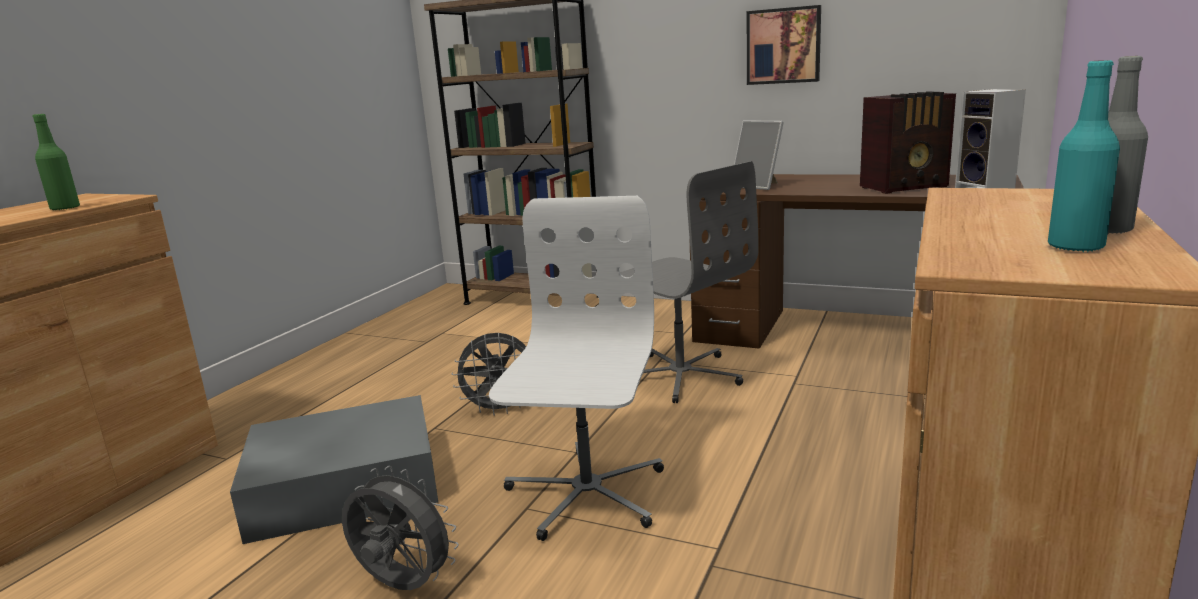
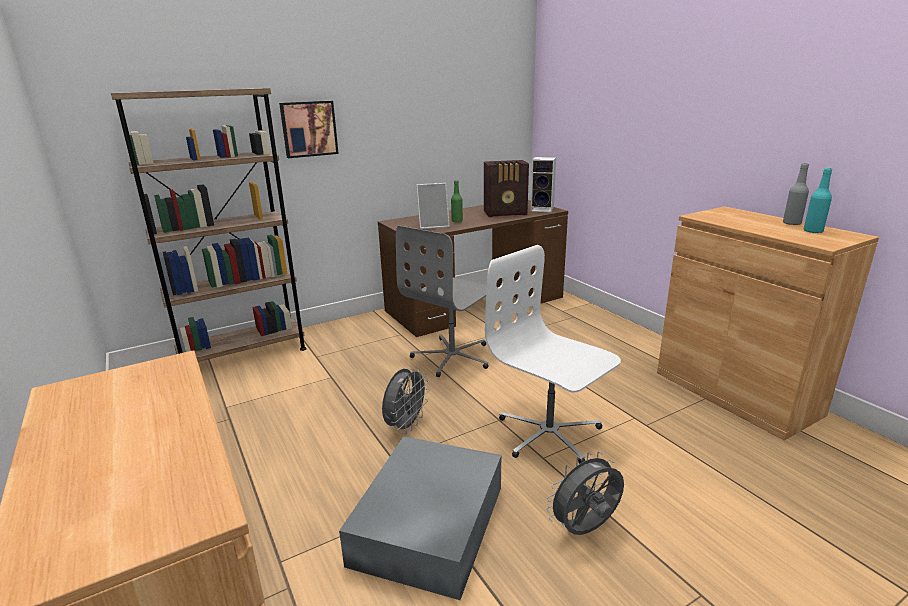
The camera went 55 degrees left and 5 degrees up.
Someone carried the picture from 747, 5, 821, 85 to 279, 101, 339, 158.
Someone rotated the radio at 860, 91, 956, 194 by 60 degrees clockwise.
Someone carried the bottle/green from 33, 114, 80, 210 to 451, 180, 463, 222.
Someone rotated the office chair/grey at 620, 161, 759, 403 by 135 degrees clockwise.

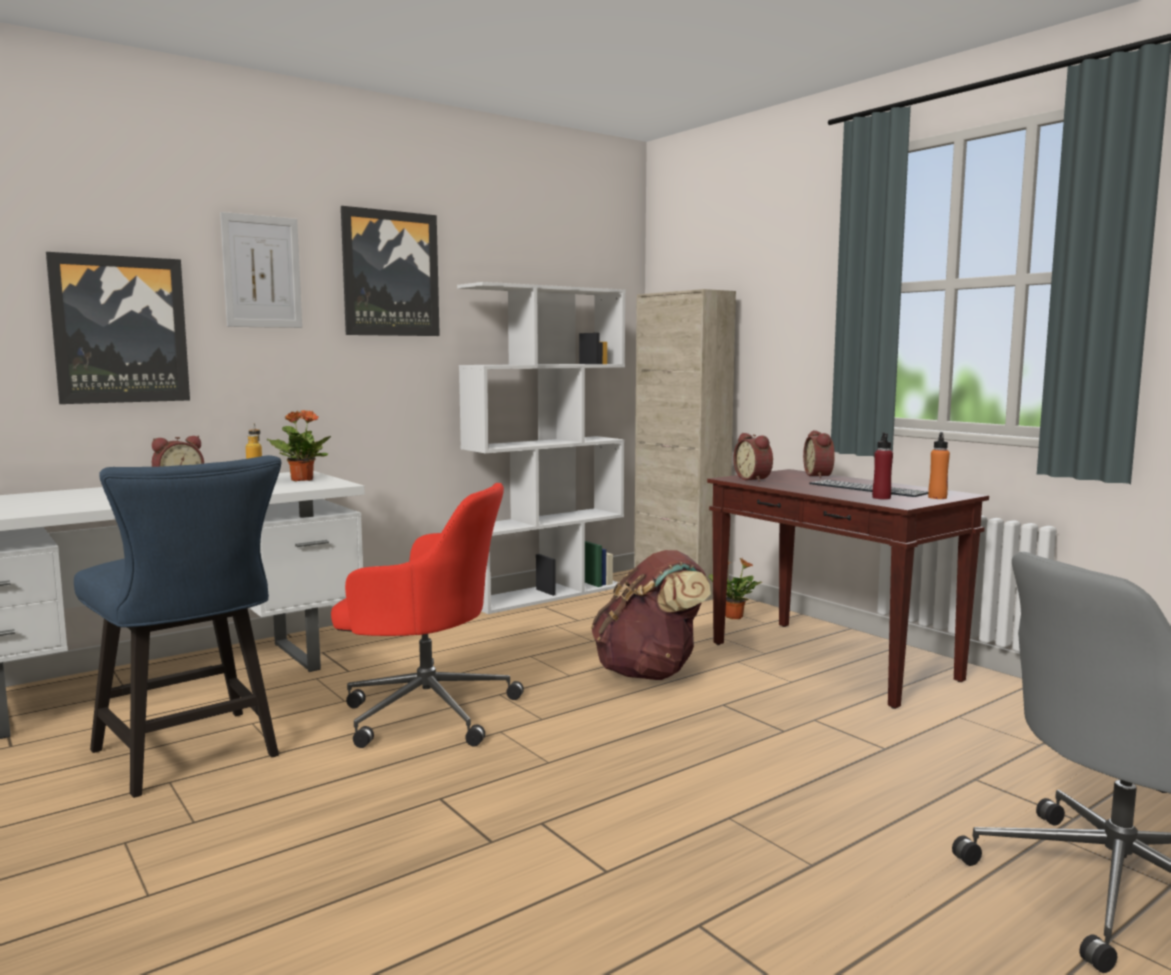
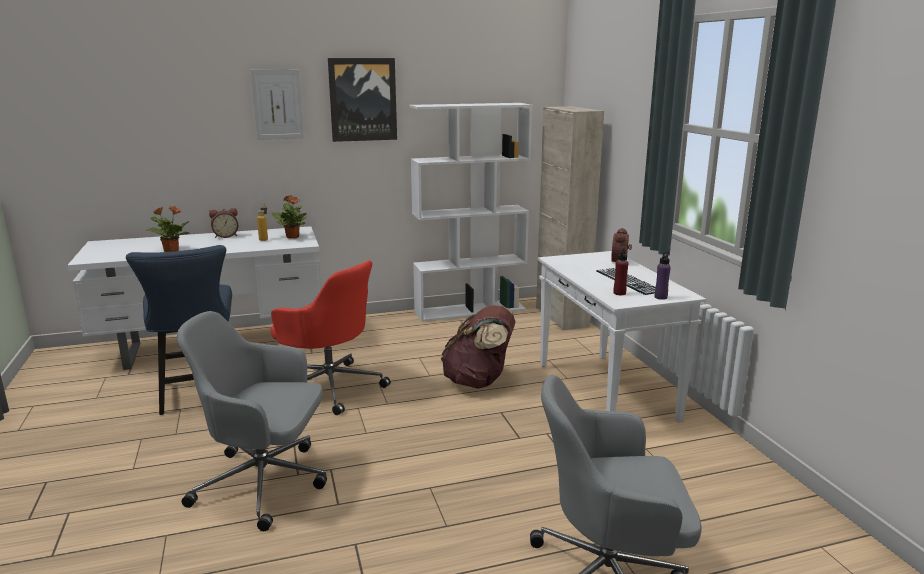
The camera went 20 degrees right and 10 degrees up.
Someone took away the picture at 46, 252, 190, 404.
Someone repainted the bottle/orange at 928, 432, 950, 499, which became the bottle/purple at 655, 251, 671, 300.
Someone took away the alarm clock at 733, 433, 773, 482.
Someone repainted the console table/brown at 707, 469, 989, 709, which became the console table/white at 538, 251, 706, 423.
Someone carried the potted plant from 708, 558, 762, 619 to 148, 206, 190, 252.
Someone put down the office chair/grey at 177, 311, 327, 531.

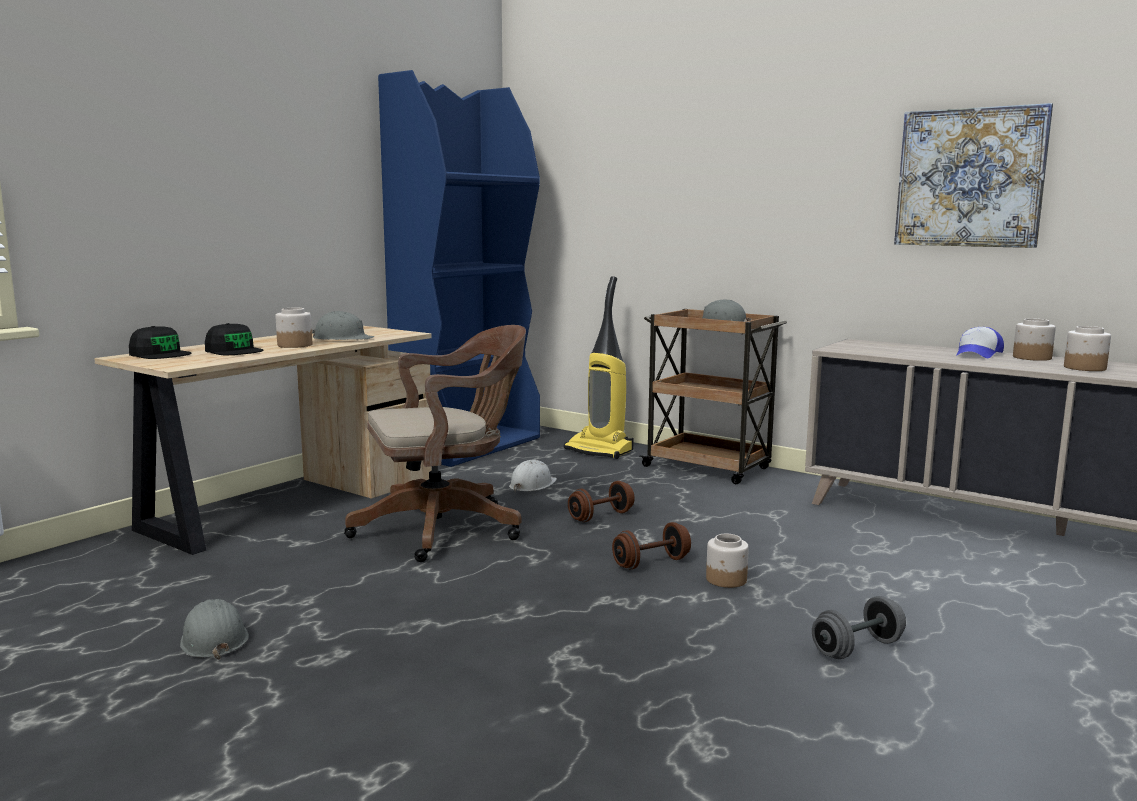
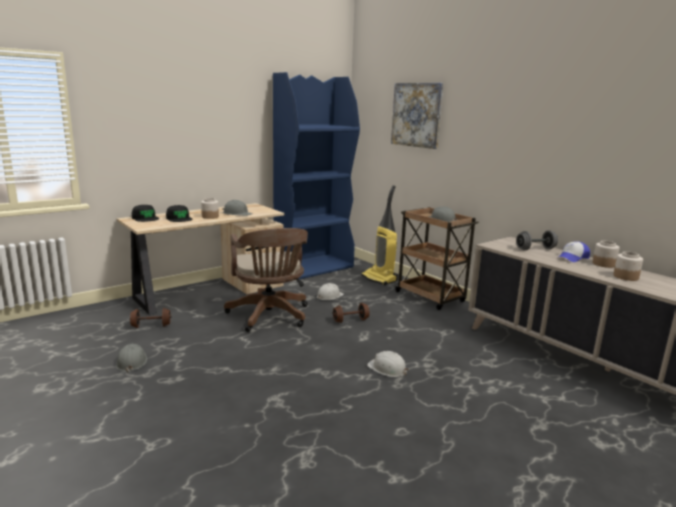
The camera went 15 degrees right and 5 degrees up.
Someone carried the picture from 894, 103, 1053, 248 to 391, 83, 443, 149.
Someone rotated the office chair/brown at 344, 325, 526, 562 by 75 degrees clockwise.
Someone carried the dumbbell/brown from 612, 522, 691, 570 to 130, 308, 172, 328.
Someone swapped the jar at 706, 534, 749, 588 for the hard hat/white at 367, 351, 409, 377.
Someone carried the dumbbell/grey from 812, 596, 906, 659 to 516, 230, 558, 250.

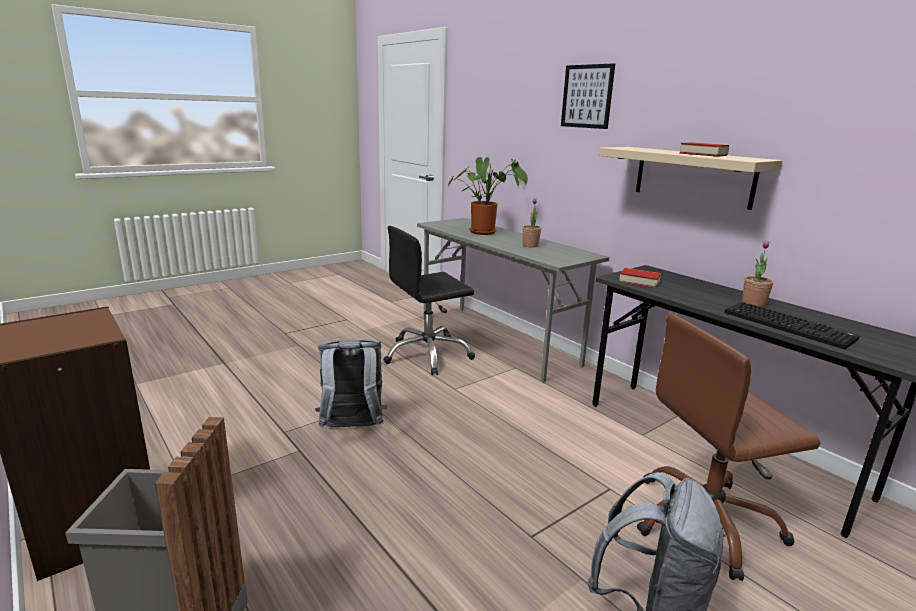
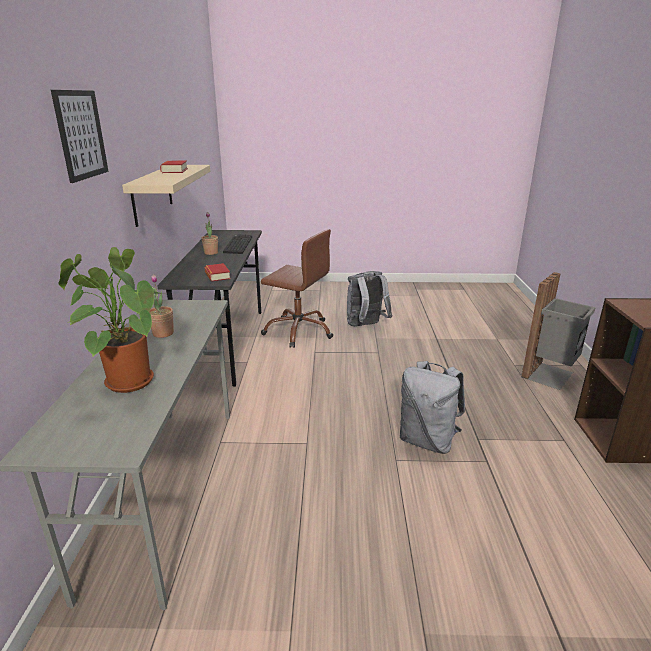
The camera went 140 degrees left and 5 degrees up.
Someone took away the office chair/black at 383, 226, 475, 375.

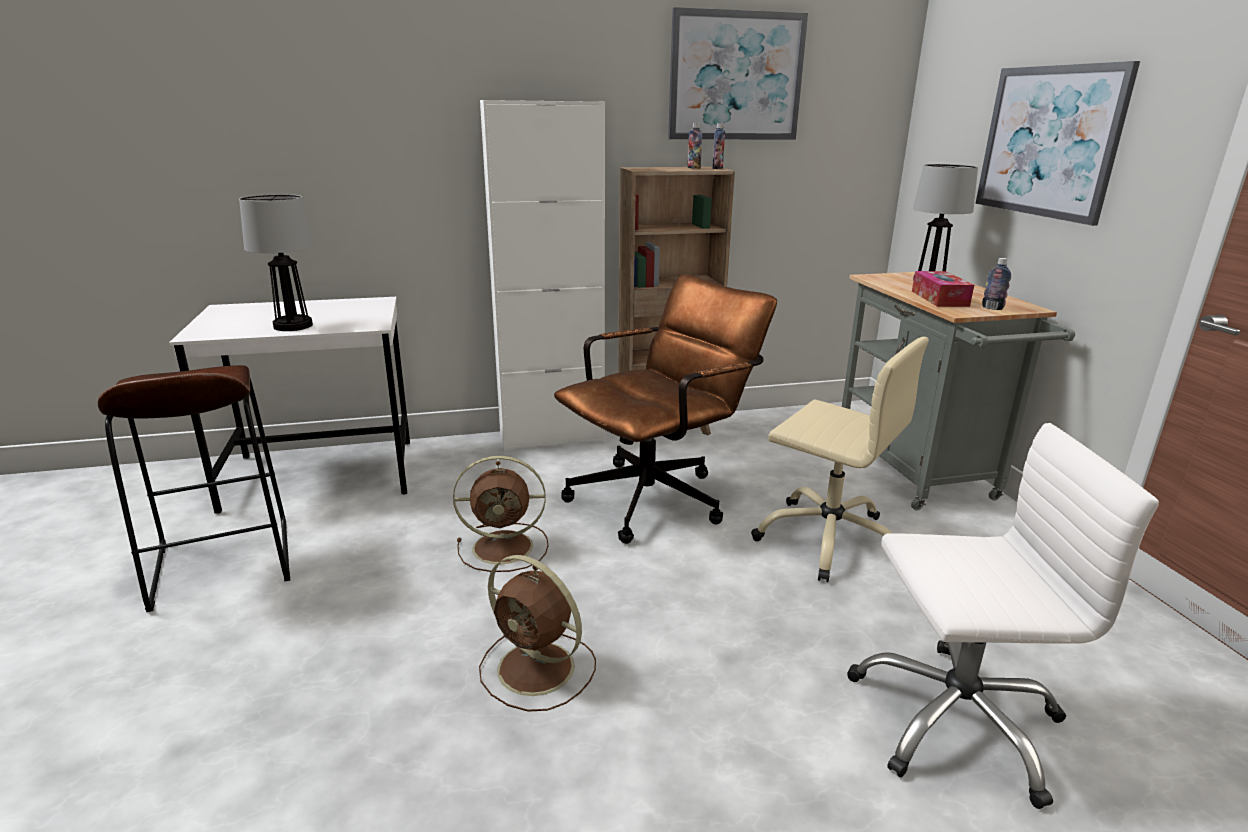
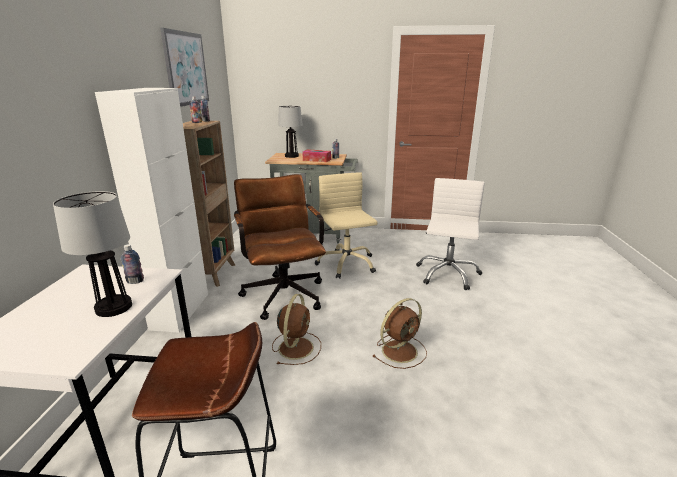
The camera went 70 degrees left and 0 degrees up.
Someone took away the picture at 975, 61, 1140, 226.
Someone rotated the office chair/beige at 751, 337, 929, 582 by 75 degrees counterclockwise.
Someone put down the bottle at 121, 244, 144, 284.

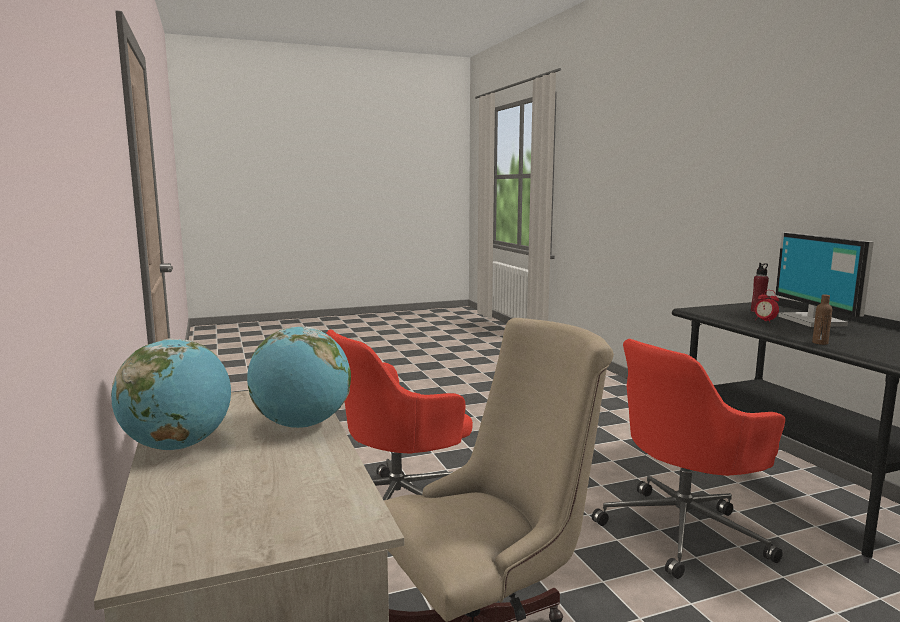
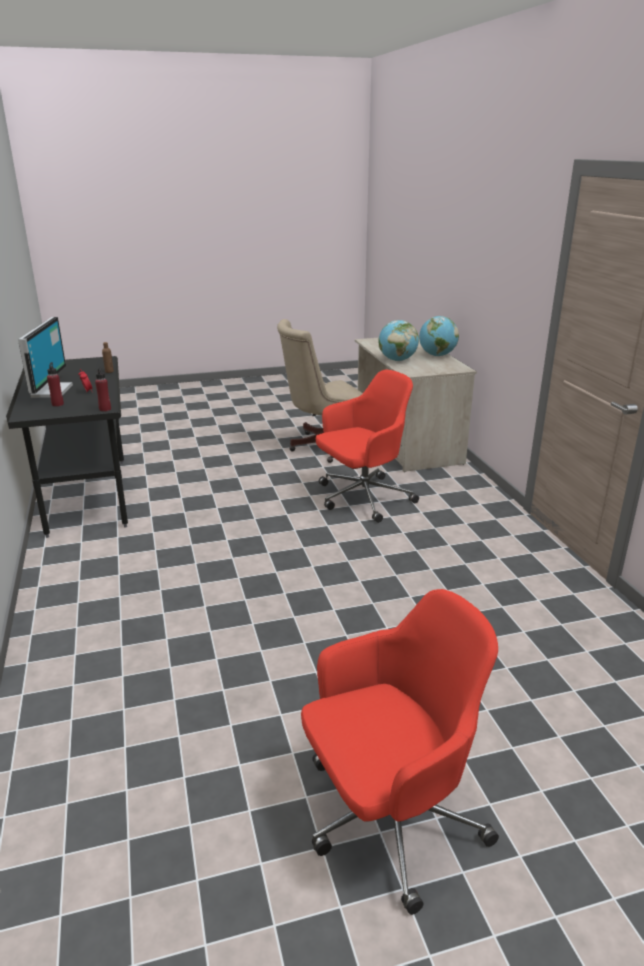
The camera went 175 degrees left and 15 degrees up.
Someone carried the office chair/red from 592, 339, 785, 579 to 301, 589, 499, 915.
Someone put down the bottle/red at 95, 367, 111, 412.

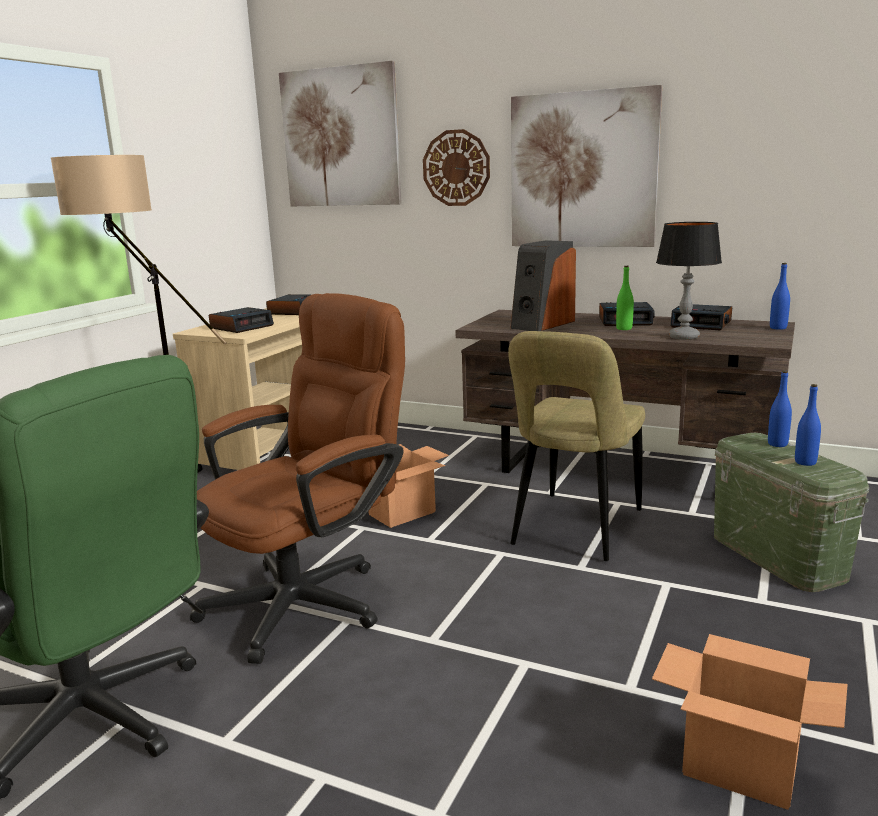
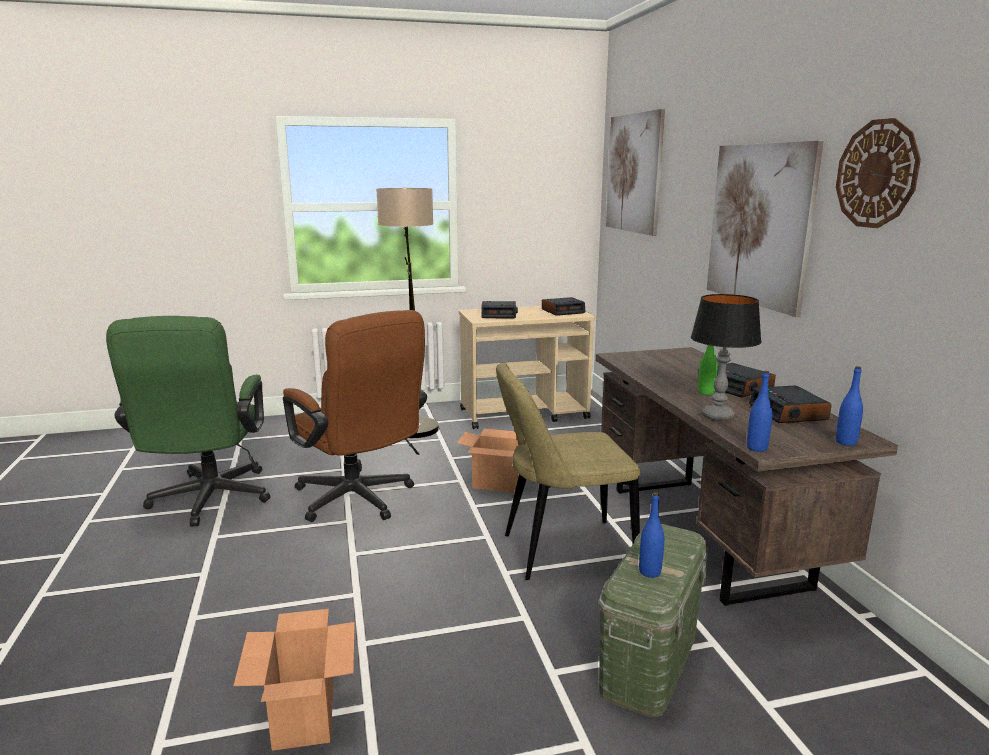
The camera went 50 degrees right and 0 degrees up.
Someone carried the wall clock from 423, 129, 490, 206 to 836, 118, 921, 228.
Someone took away the speaker at 510, 240, 576, 331.
Someone rotated the office chair/brown at 190, 293, 405, 664 by 45 degrees clockwise.
Someone carried the bottle/blue from 768, 371, 792, 447 to 747, 371, 772, 452.

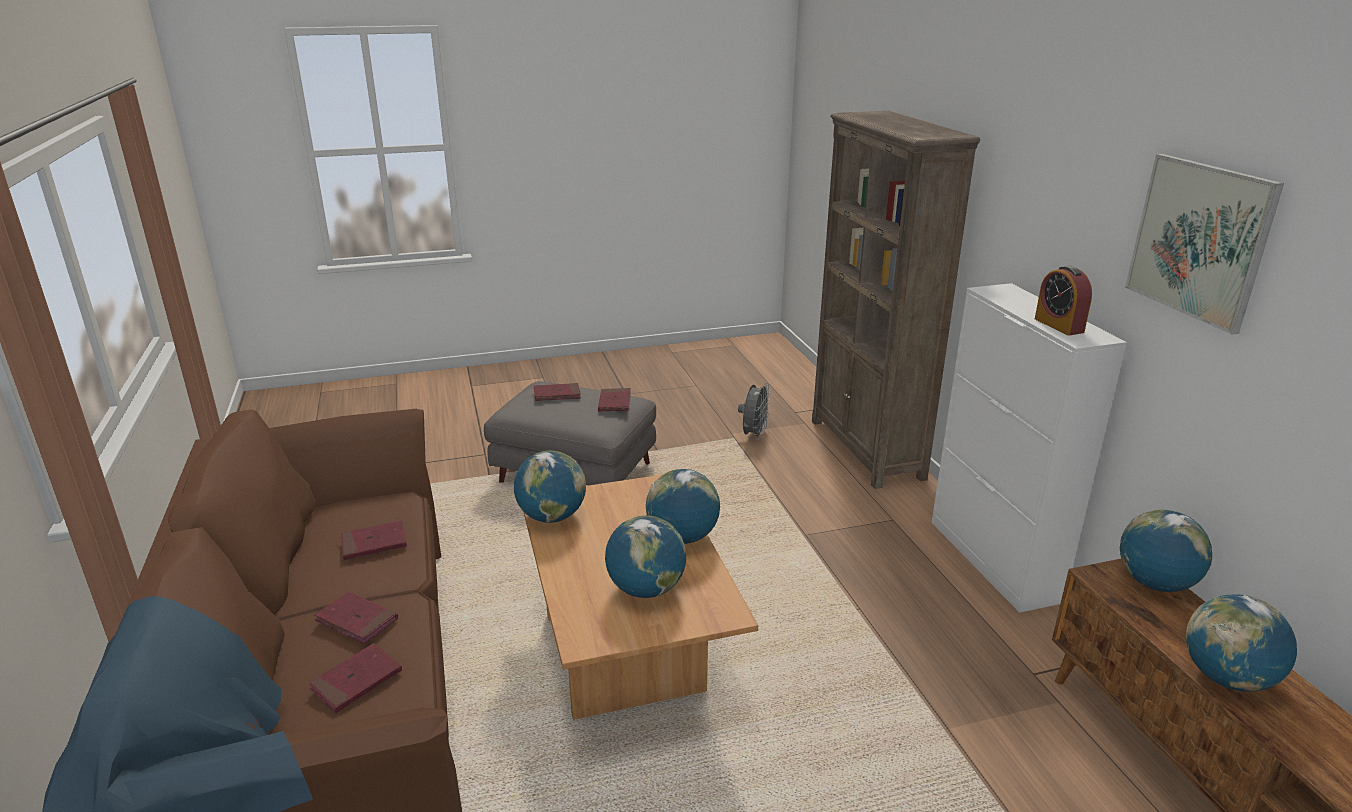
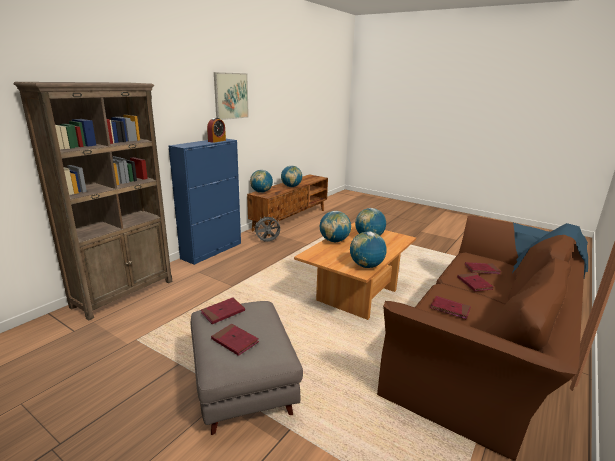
The camera went 130 degrees left and 5 degrees down.
Someone repainted the cabinet/white at 932, 283, 1127, 613, which became the cabinet/blue at 169, 139, 241, 265.
Someone carried the fan/grey from 738, 383, 771, 440 to 253, 215, 280, 242.

